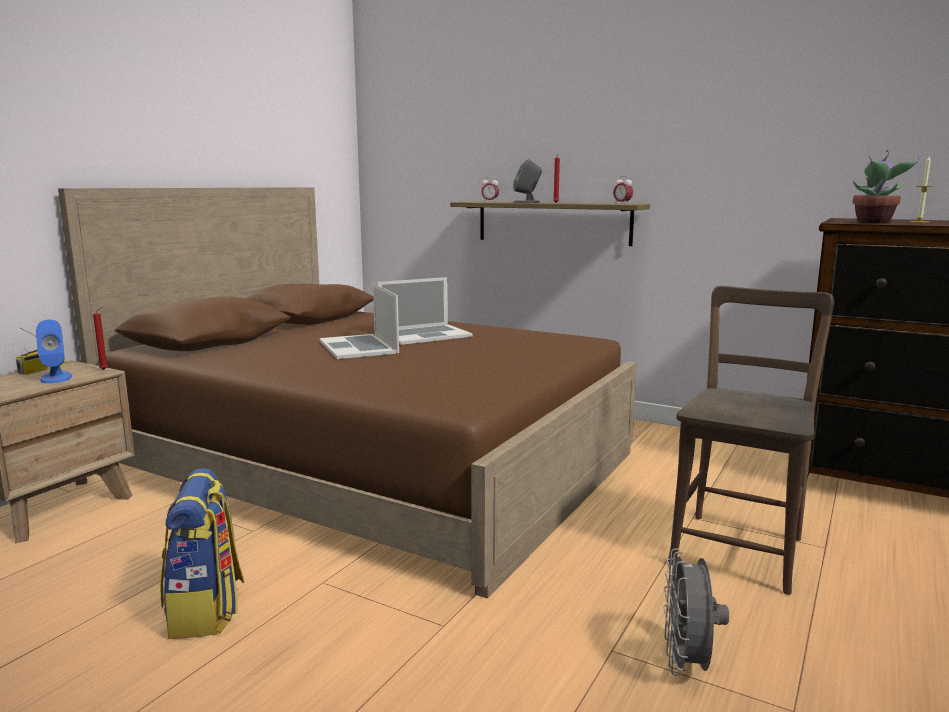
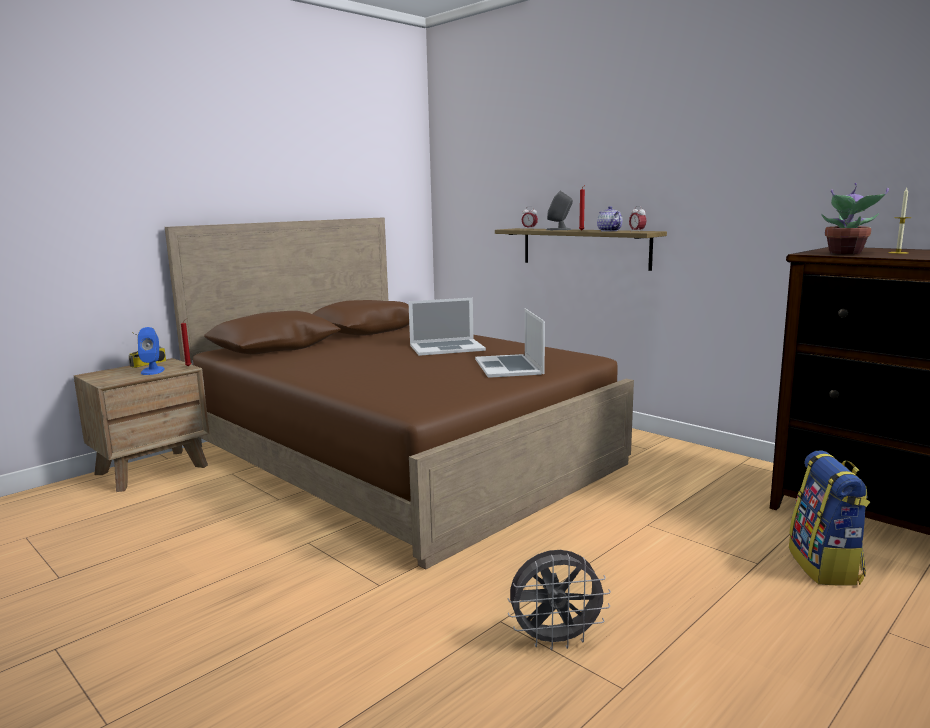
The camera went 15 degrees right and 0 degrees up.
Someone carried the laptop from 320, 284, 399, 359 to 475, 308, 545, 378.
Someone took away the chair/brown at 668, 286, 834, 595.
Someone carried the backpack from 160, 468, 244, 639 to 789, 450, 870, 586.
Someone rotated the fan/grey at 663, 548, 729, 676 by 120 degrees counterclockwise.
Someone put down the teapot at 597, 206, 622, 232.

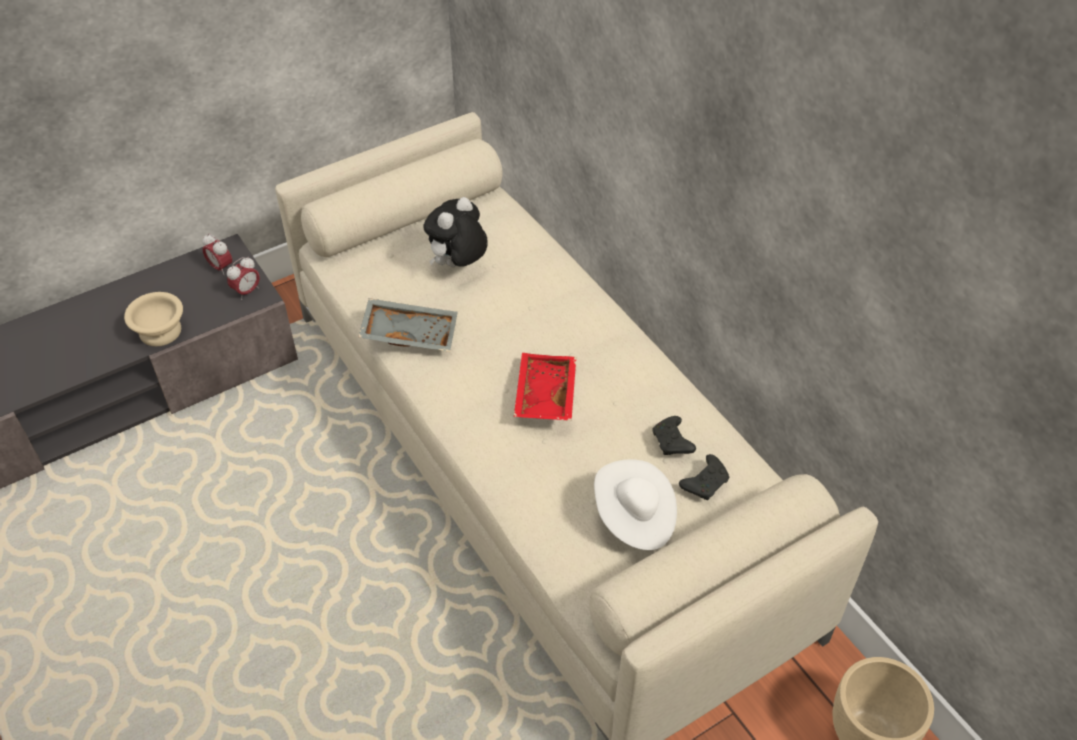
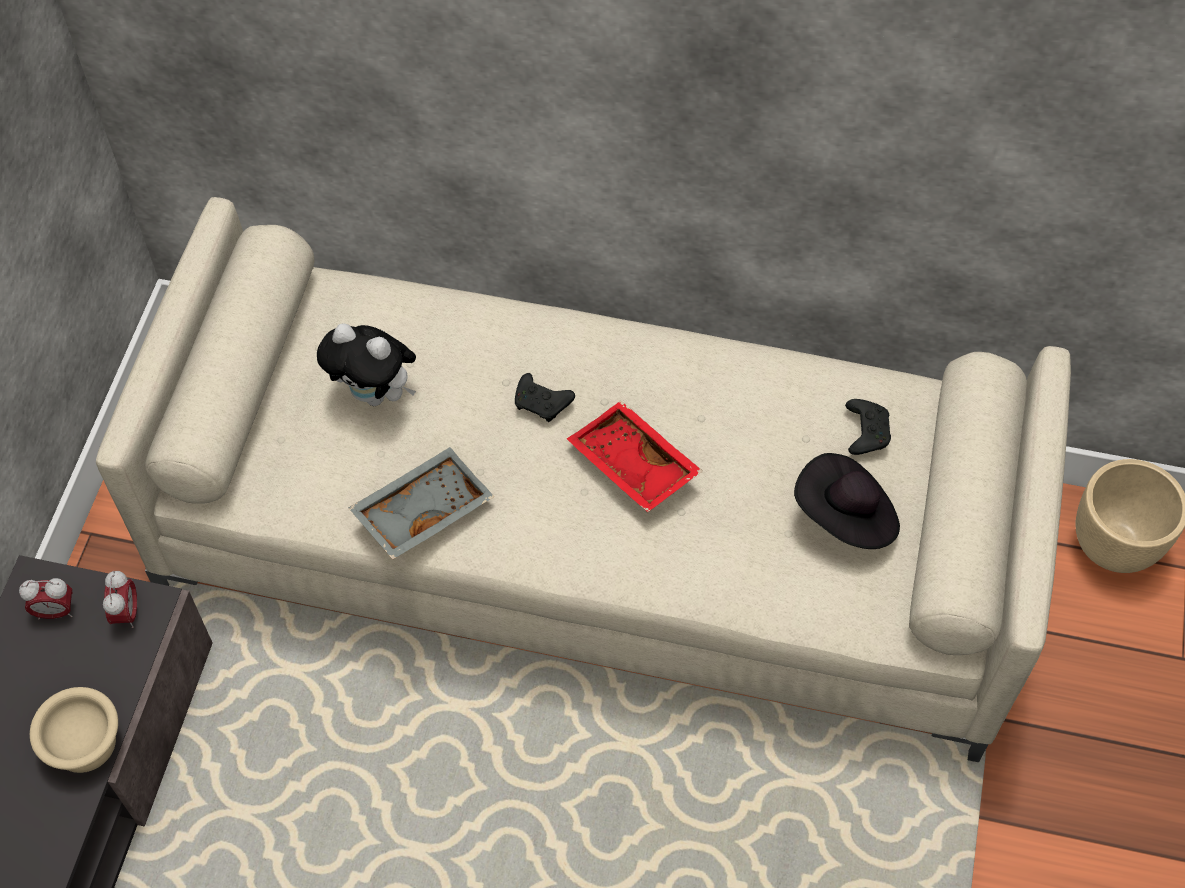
The camera went 45 degrees left and 10 degrees up.
Someone rotated the plush toy at 423, 197, 488, 267 by 60 degrees counterclockwise.
Someone carried the game controller/black from 652, 416, 696, 455 to 515, 373, 575, 422.
Someone repainted the hat/white at 594, 459, 677, 550, which became the hat/black at 794, 453, 900, 549.

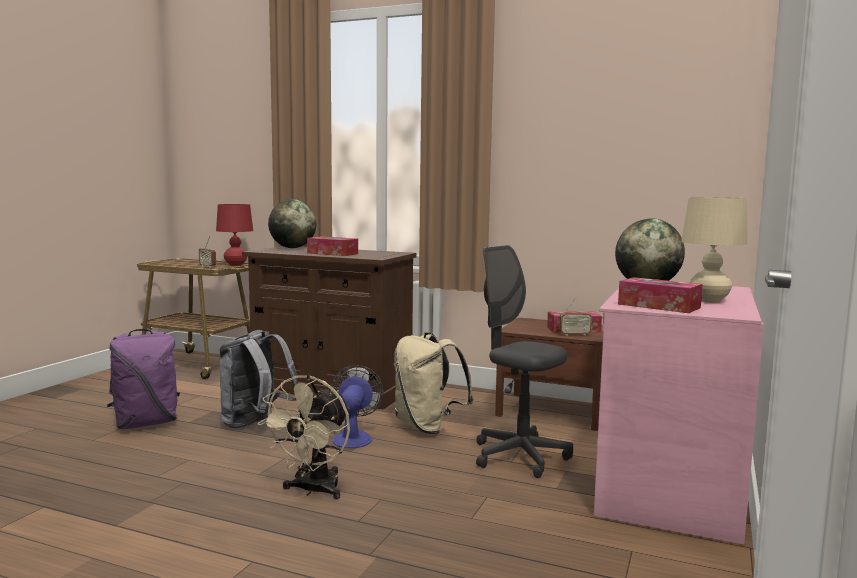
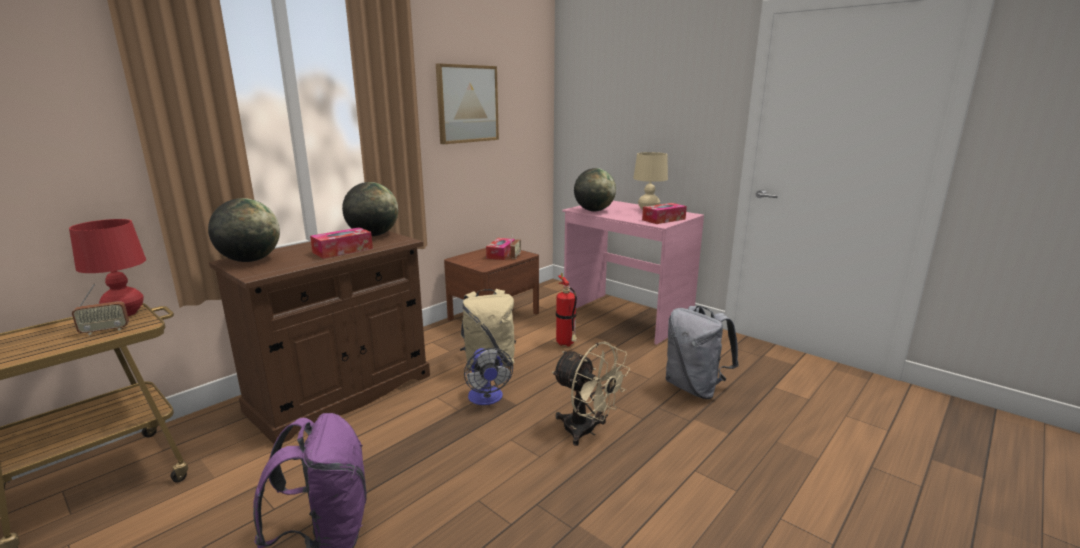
The camera went 70 degrees left and 10 degrees up.
Someone swapped the office chair/grey at 476, 245, 573, 478 for the fire extinguisher at 556, 273, 577, 347.
Someone carried the backpack/grey from 220, 330, 298, 428 to 665, 306, 739, 399.
Someone rotated the fan at 332, 365, 384, 448 by 135 degrees counterclockwise.
Someone put up the picture at 436, 63, 499, 144.
Someone put down the globe at 342, 182, 398, 236.

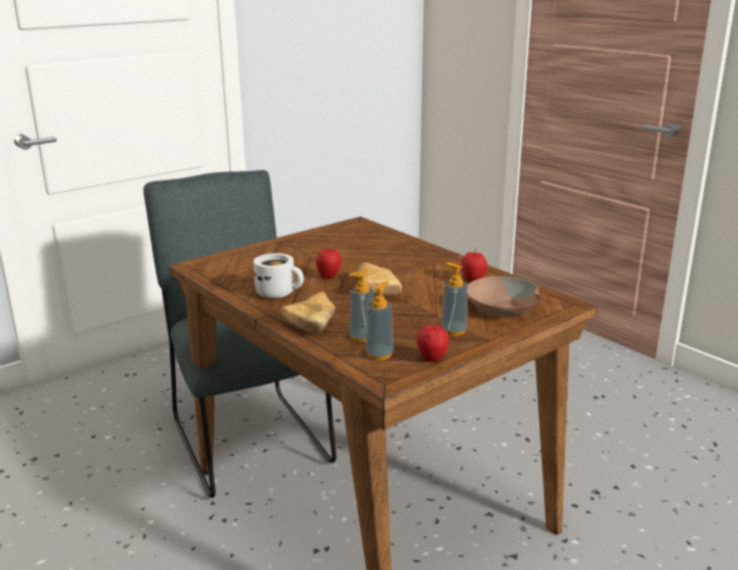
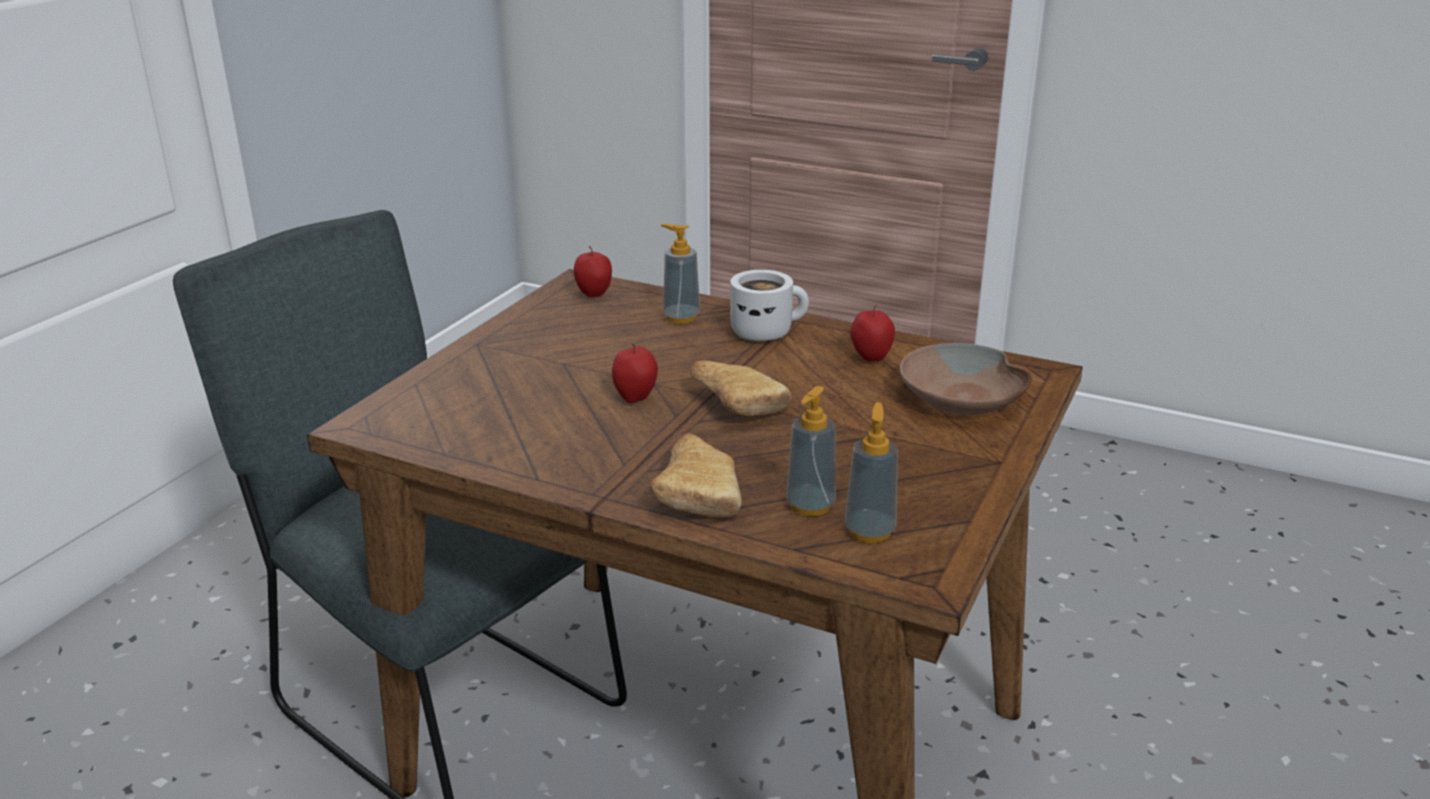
The camera went 25 degrees left and 5 degrees up.
Someone carried the mug/white from 254, 253, 304, 298 to 730, 270, 809, 341.
Someone carried the soap dispenser from 441, 262, 468, 336 to 661, 224, 700, 324.
Someone carried the apple from 417, 321, 449, 362 to 574, 246, 612, 297.

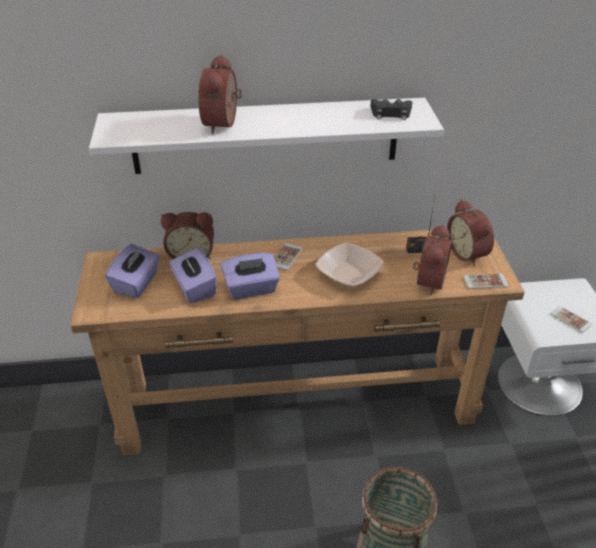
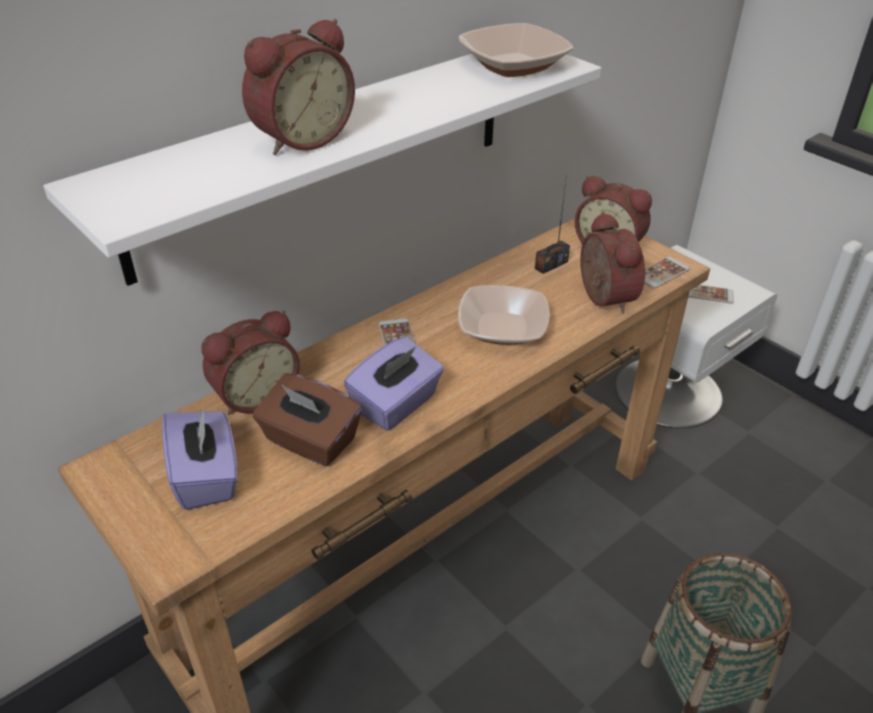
The camera went 35 degrees left and 0 degrees up.
Someone rotated the alarm clock at 198, 55, 242, 134 by 105 degrees counterclockwise.
Someone swapped the game controller/black at 370, 99, 412, 120 for the bowl at 458, 23, 573, 77.
Someone repainted the tissue box/purple at 170, 248, 217, 303, which became the tissue box/brown at 253, 374, 362, 466.

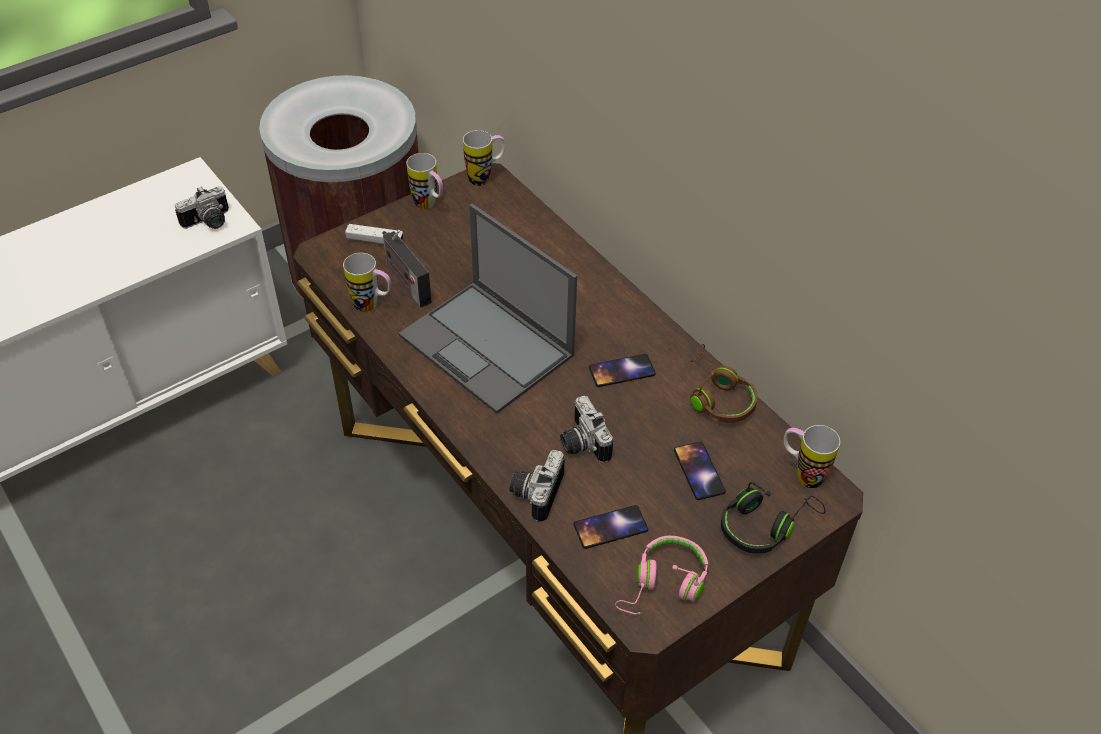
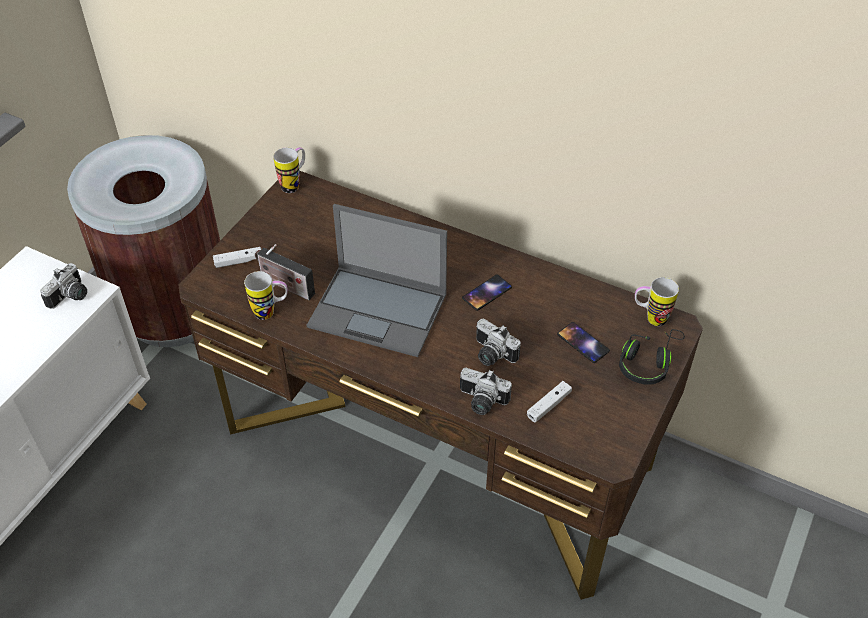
The camera went 25 degrees left and 0 degrees up.
Someone took away the mug at 406, 153, 443, 209.
Someone took away the headphones/brown at 690, 344, 758, 423.
Someone rotated the photo camera at 510, 450, 565, 522 by 60 degrees counterclockwise.
Someone swapped the phone at 573, 505, 648, 549 for the game controller/white at 527, 381, 572, 422.
Someone took away the headphones/pink at 615, 536, 708, 614.

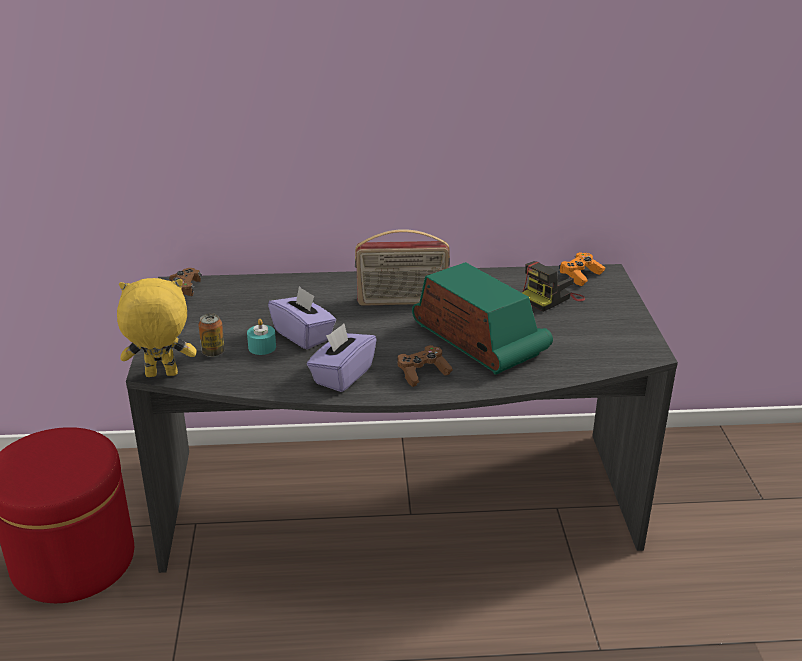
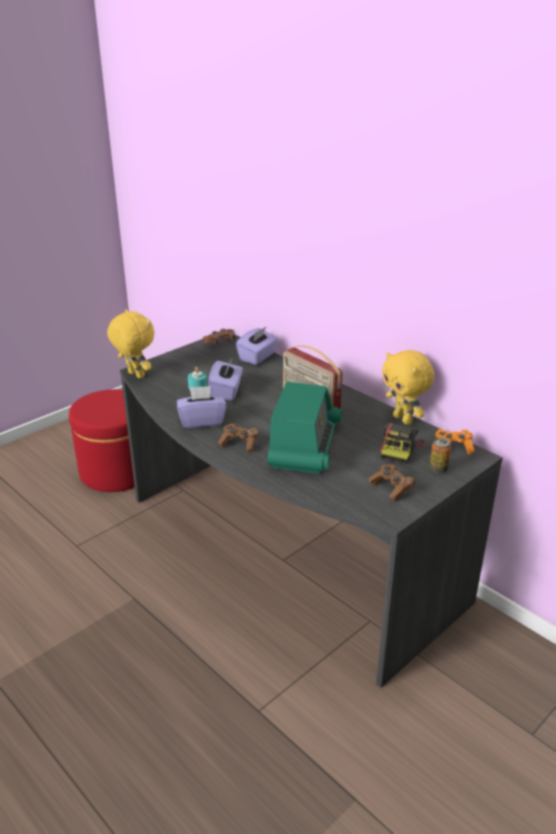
The camera went 50 degrees right and 0 degrees up.
Someone rotated the photo camera at 522, 261, 585, 312 by 75 degrees counterclockwise.
Someone carried the can from 198, 313, 225, 357 to 429, 438, 451, 473.
Someone put down the tissue box/purple at 236, 327, 278, 365.
Someone put down the plush toy/yellow at 382, 350, 435, 425.
Someone put down the game controller/brown at 368, 464, 415, 502.

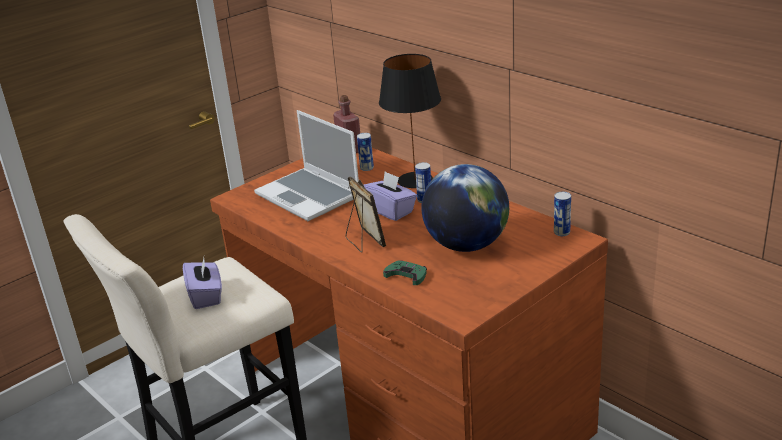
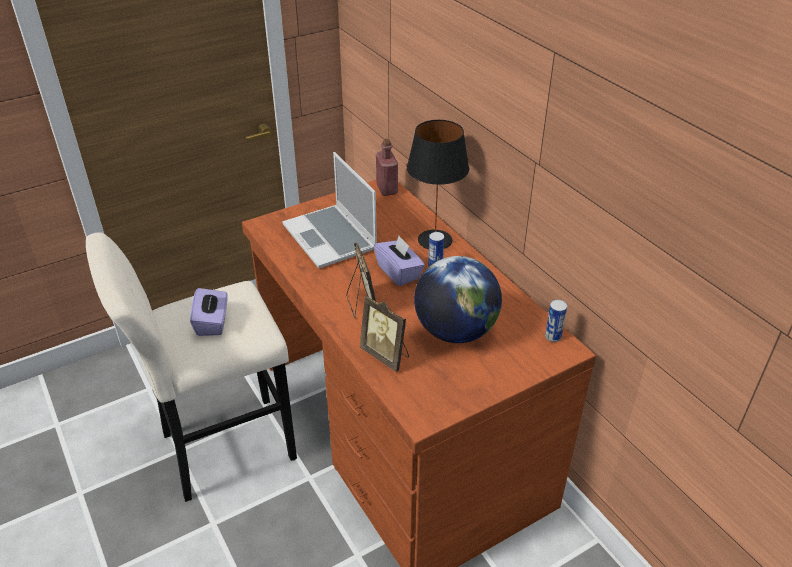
The camera went 10 degrees right and 10 degrees up.
Someone took away the can at 357, 133, 374, 171.
Someone swapped the game controller/green at 383, 260, 427, 285 for the picture frame at 360, 295, 409, 372.

